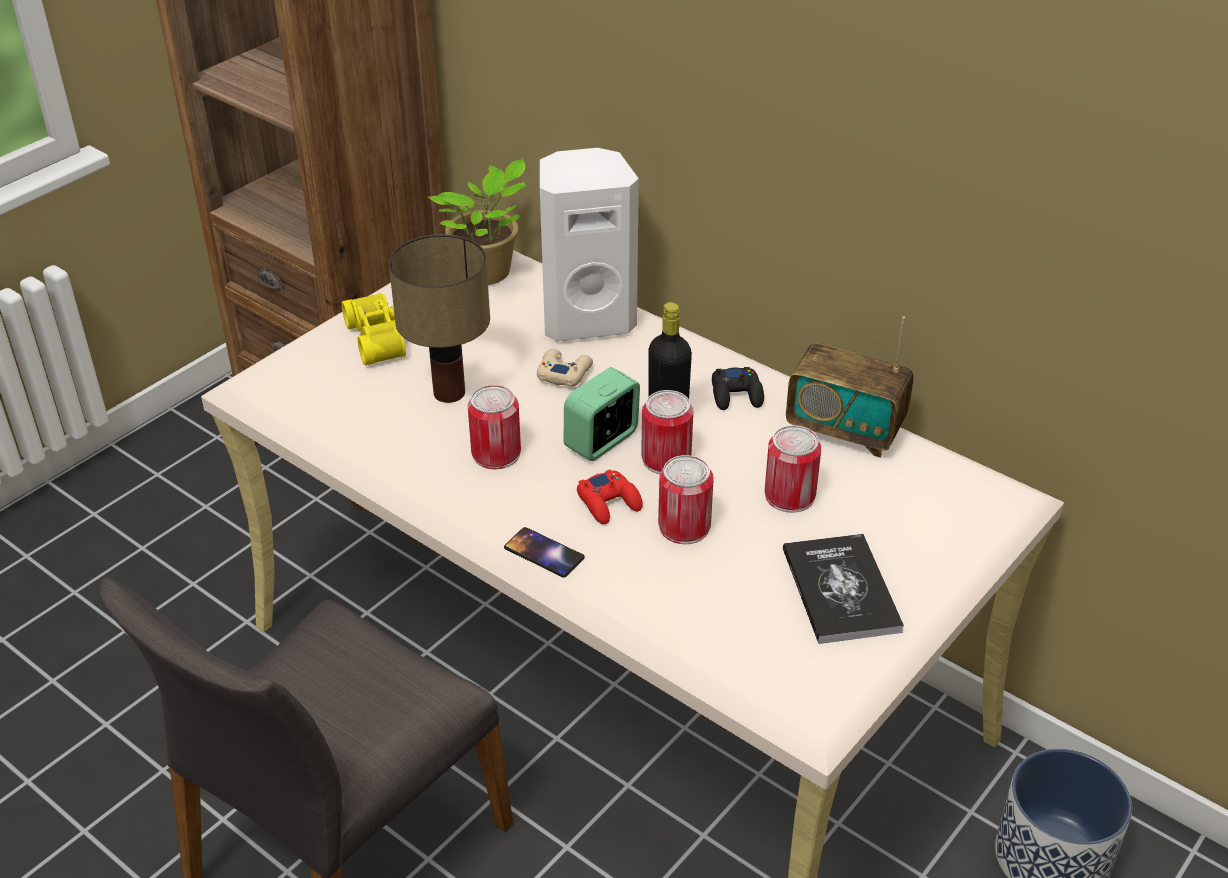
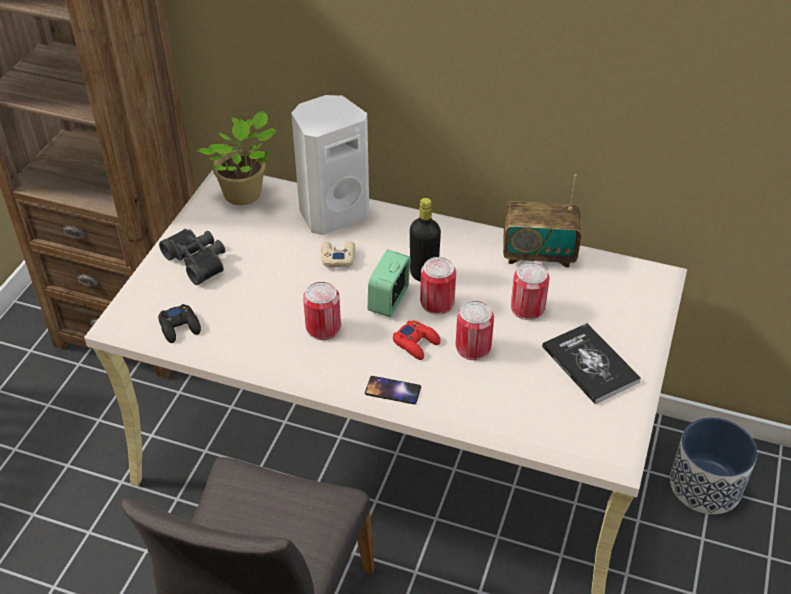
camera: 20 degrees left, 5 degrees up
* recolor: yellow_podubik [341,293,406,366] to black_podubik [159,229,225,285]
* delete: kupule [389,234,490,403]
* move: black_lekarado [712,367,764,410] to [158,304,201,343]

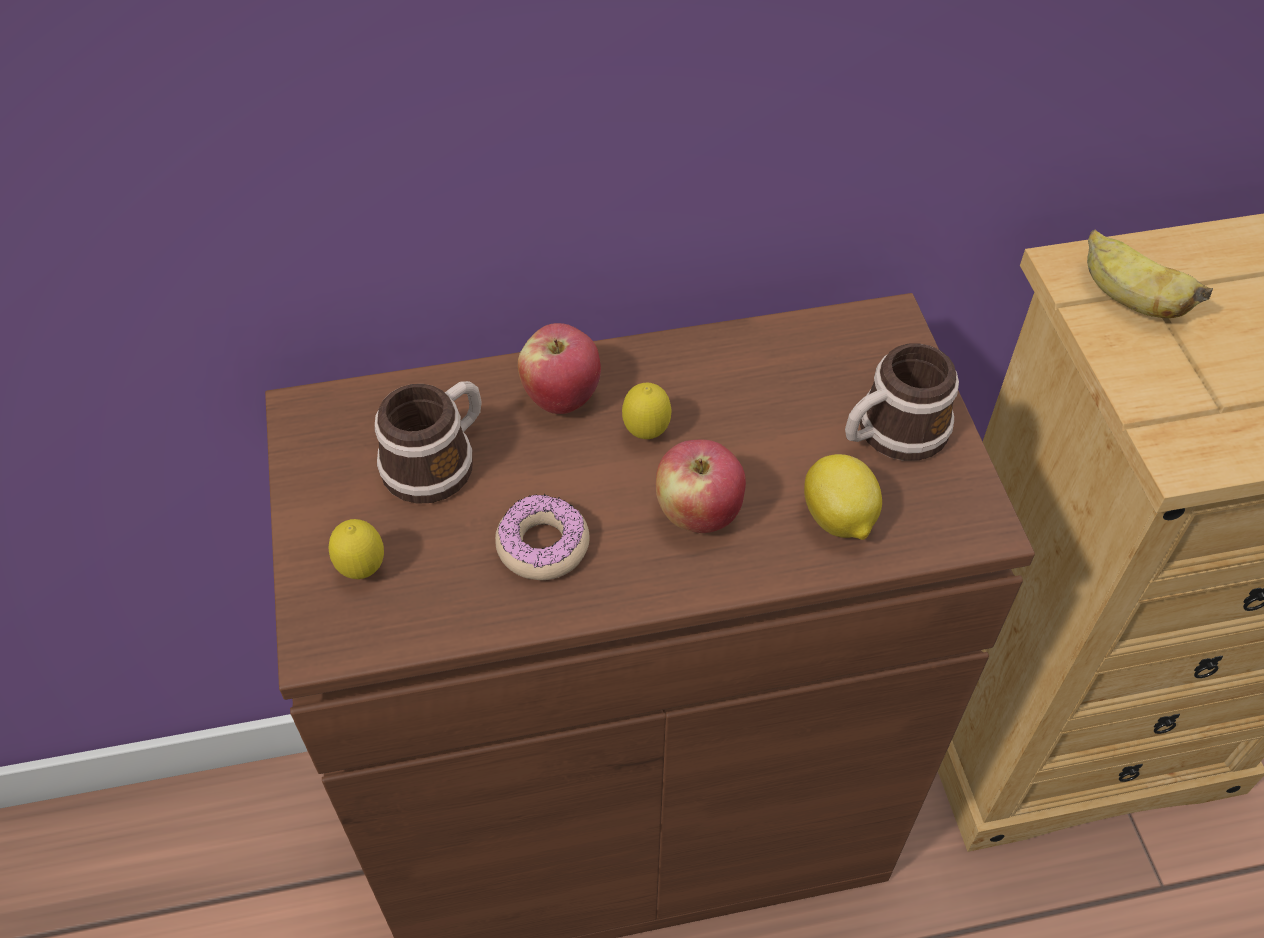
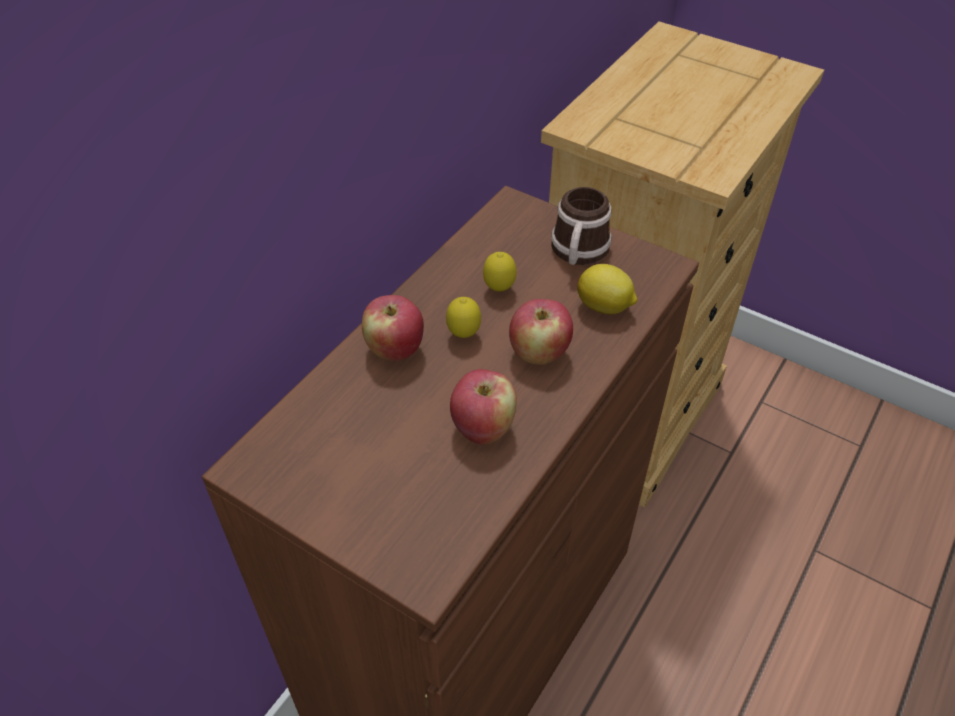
camera: 45 degrees left, 5 degrees down
* move: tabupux [329,519,384,579] to [483,252,517,291]
* delete: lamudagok [374,381,482,504]
* replace: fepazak [495,494,590,580] to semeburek [450,369,517,445]
* delete: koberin [1087,230,1213,318]

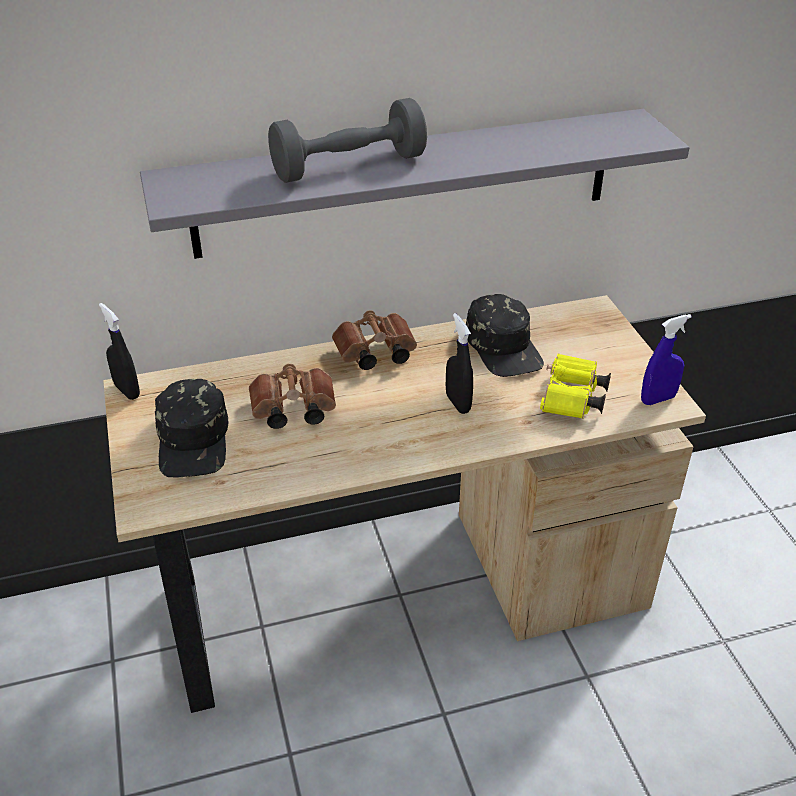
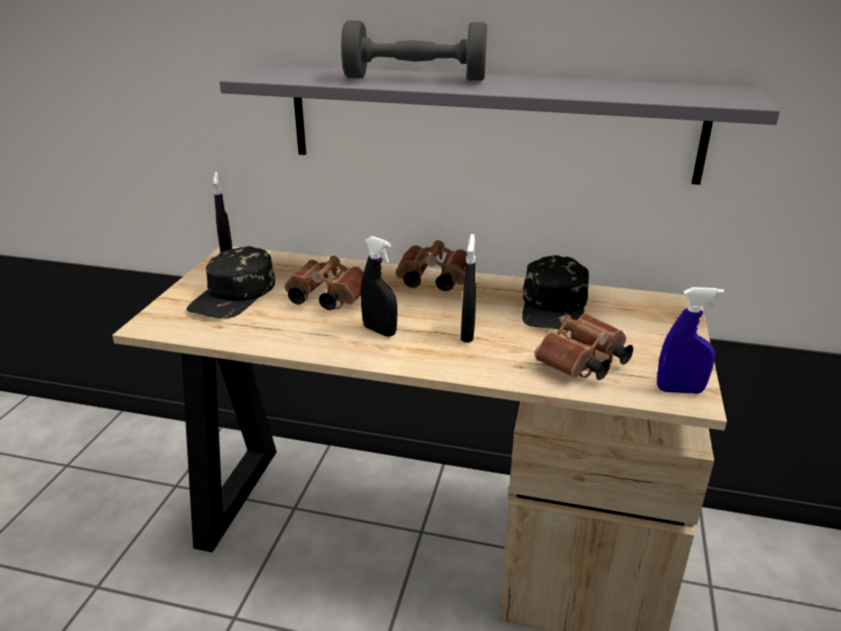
camera: 30 degrees right, 10 degrees down
* recolor: yellow_podubik [540,353,611,419] to brown_podubik [535,313,633,380]
* insert: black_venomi [361,236,397,337]

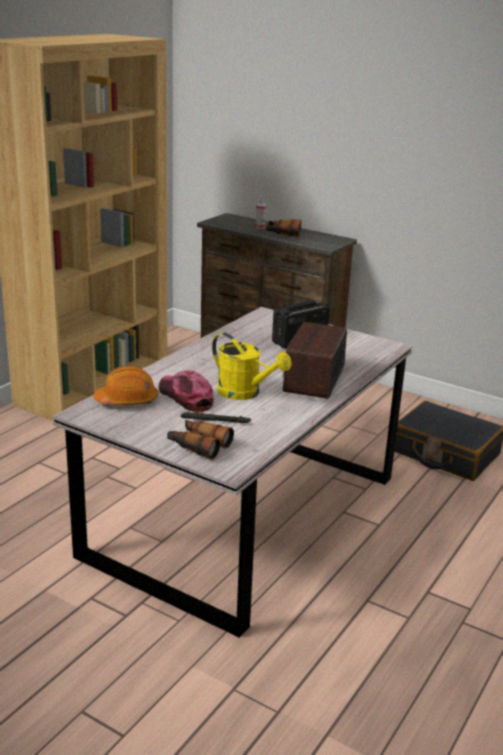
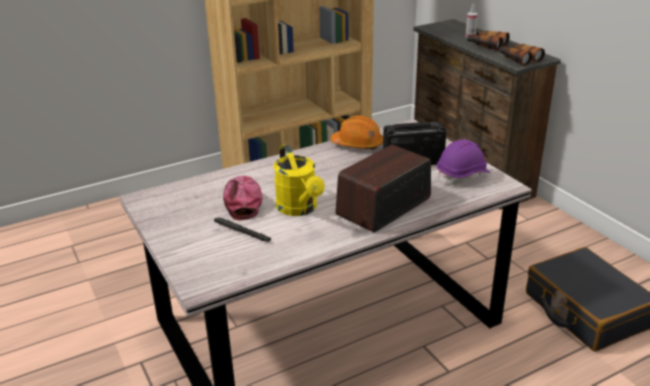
camera: 30 degrees right, 5 degrees up
* move: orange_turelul [93,366,158,405] to [331,115,383,150]
* move: podubik [167,420,234,460] to [499,44,545,66]
* insert: purple_turelul [437,140,491,186]

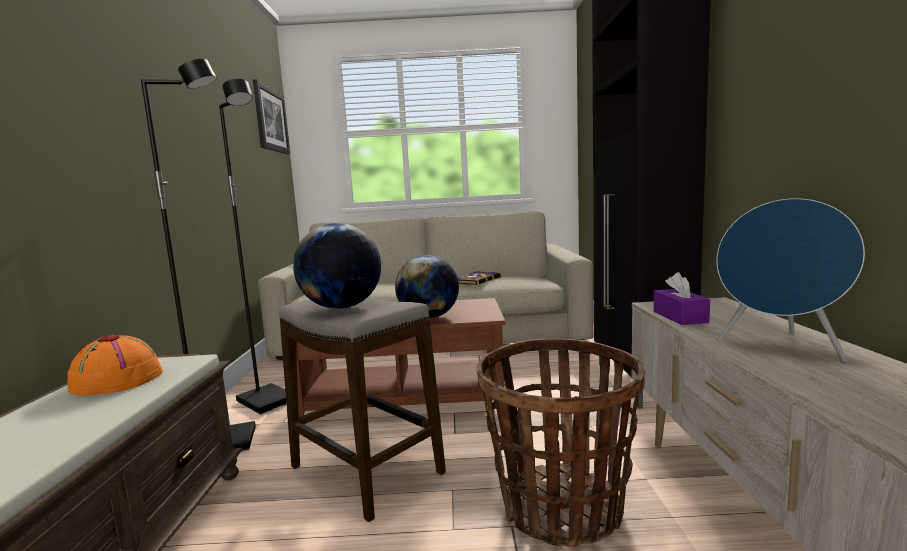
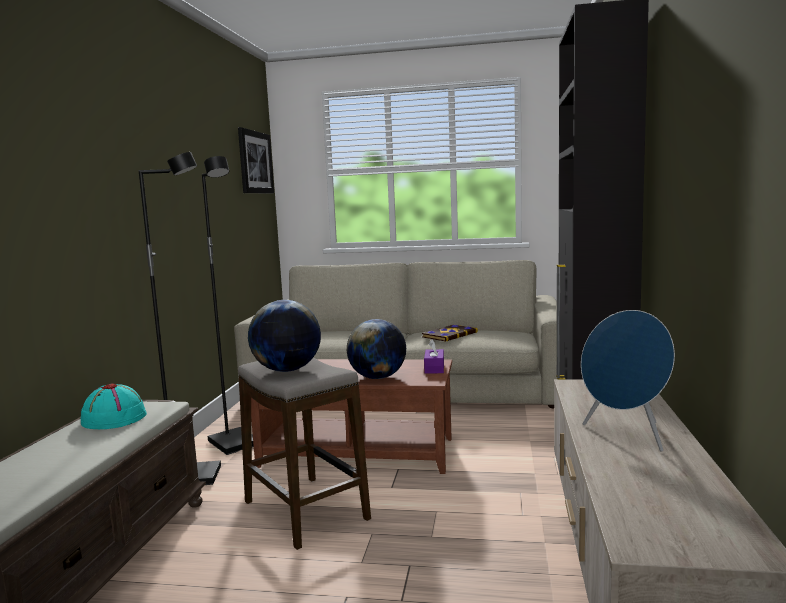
camera: 10 degrees right, 0 degrees up
* recolor: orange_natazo [67,335,163,396] to turquoise_natazo [81,384,147,429]
* delete: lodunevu [477,338,646,547]
* move: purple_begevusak [654,272,710,325] to [424,340,444,374]

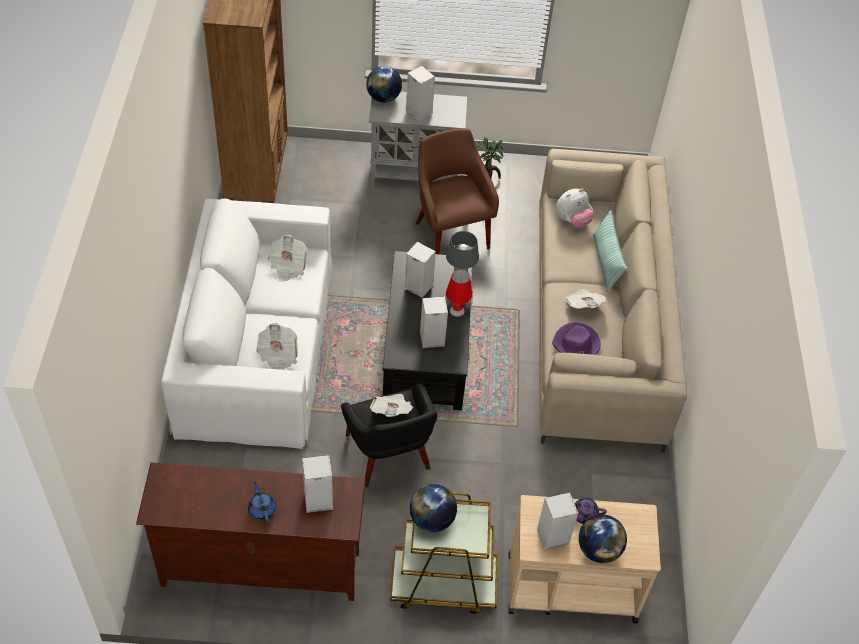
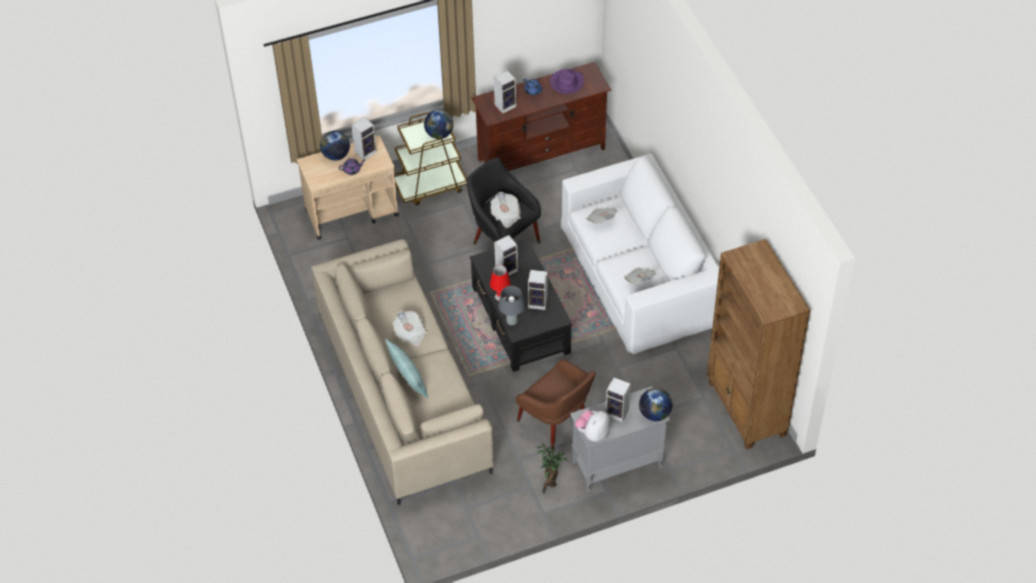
camera: 160 degrees right, 0 degrees up
* move: purple_natazo [552,322,601,355] to [550,69,584,94]
* move: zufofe [556,189,594,228] to [575,410,611,442]

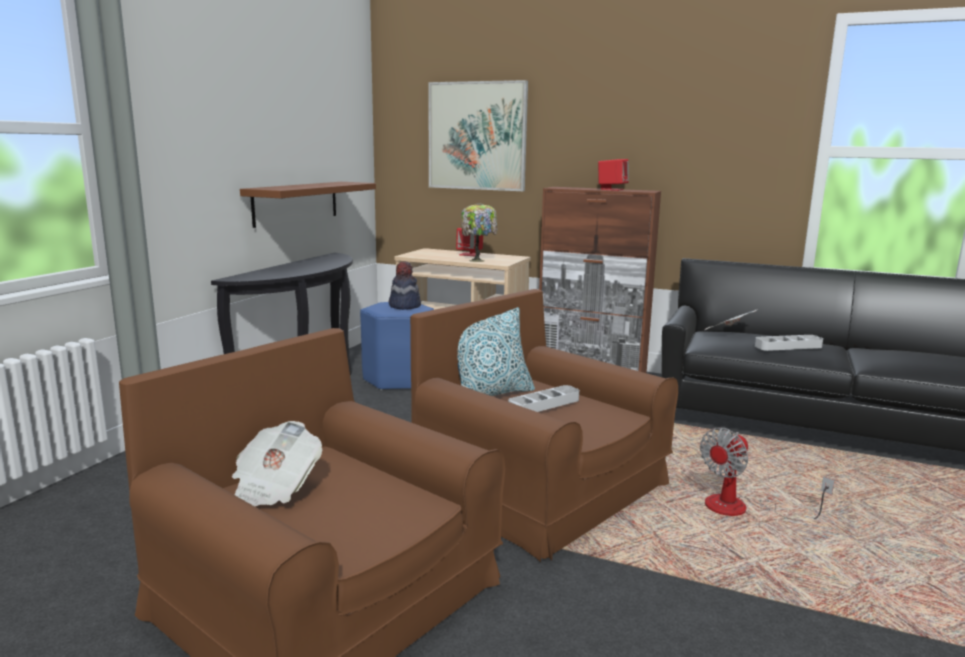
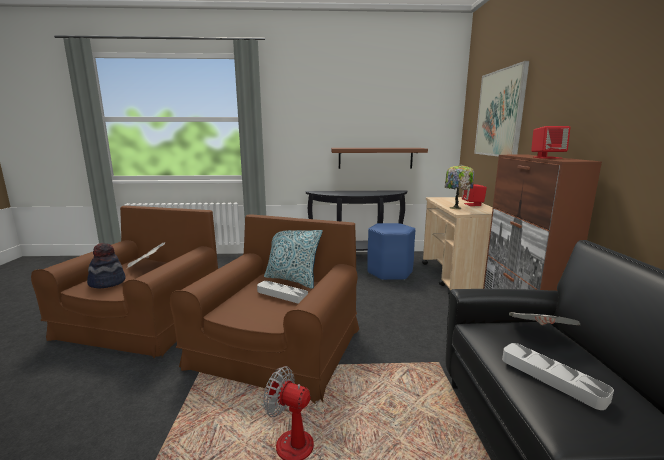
camera: 65 degrees right, 0 degrees up
* move: natazo [389,261,421,310] to [87,243,125,289]

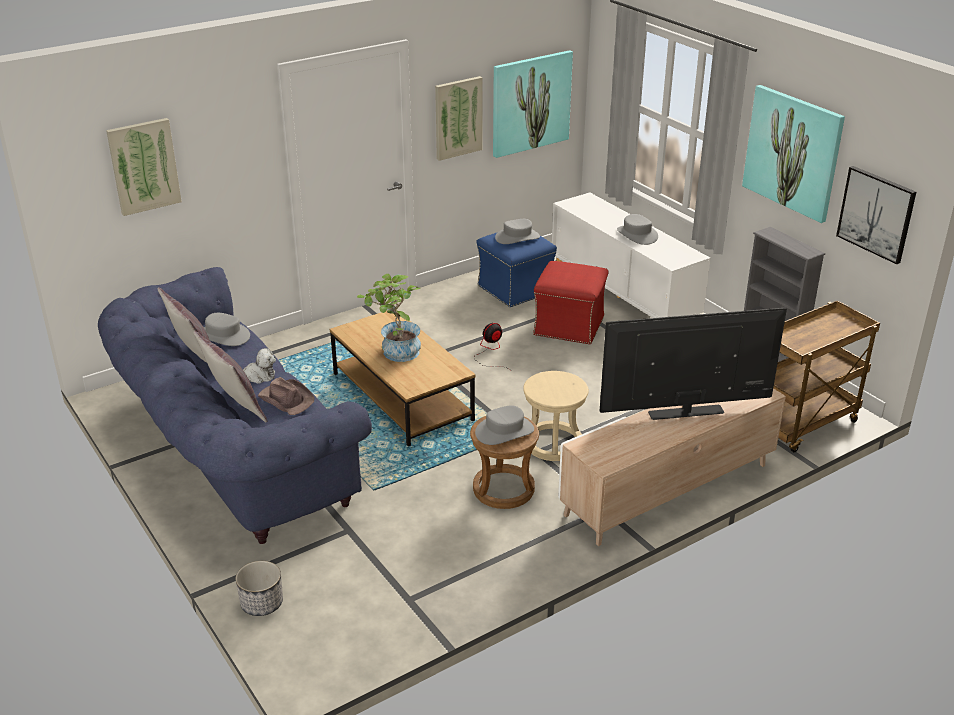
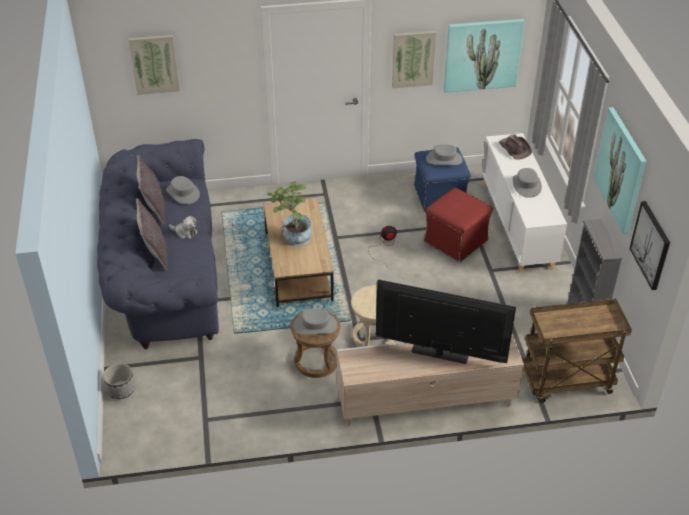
camera: 25 degrees right, 10 degrees up
* move: brown_natazo [258,377,314,415] to [499,134,532,160]

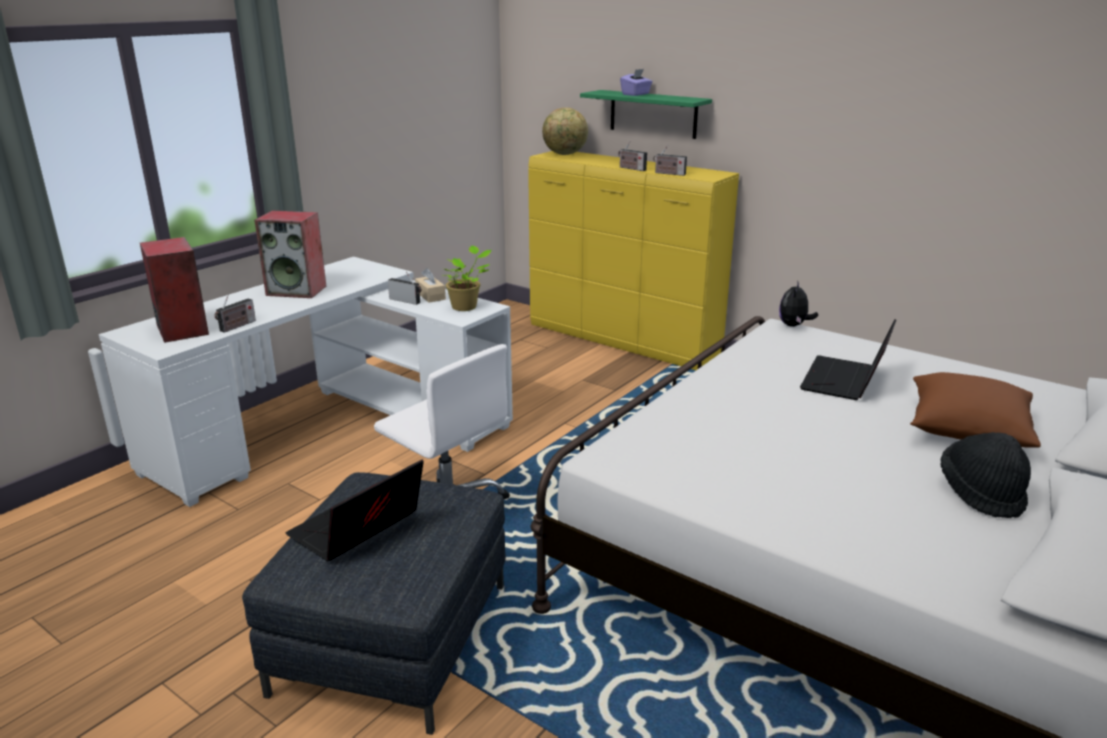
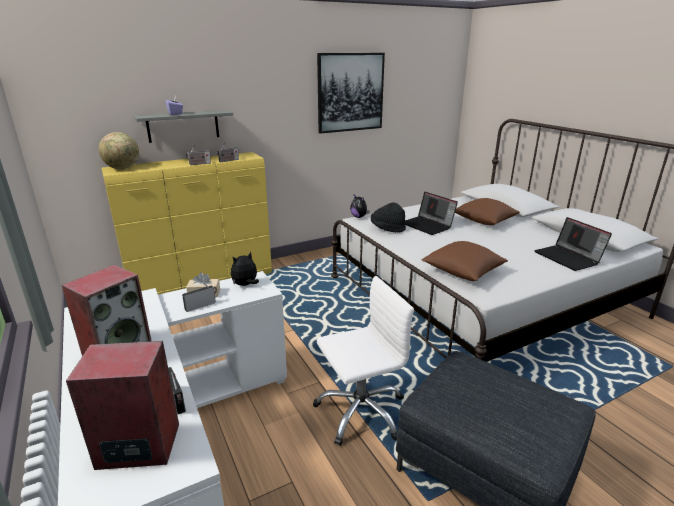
camera: 65 degrees left, 0 degrees up
* move: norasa [286,459,424,561] to [534,217,612,271]
* replace: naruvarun [441,245,491,311] to zufofe [231,252,259,286]
* recolor: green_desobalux [580,90,712,139] to grey_desobalux [133,110,233,143]
* move: black_natazo [940,432,1031,518] to [371,202,406,233]
* insert: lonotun [317,53,385,134]
* insert: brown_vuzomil [421,241,508,281]

